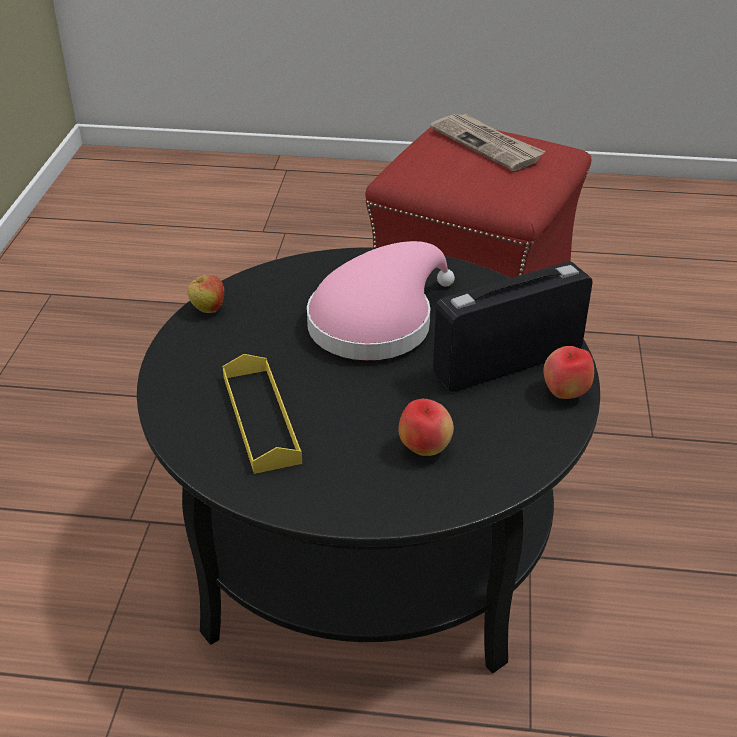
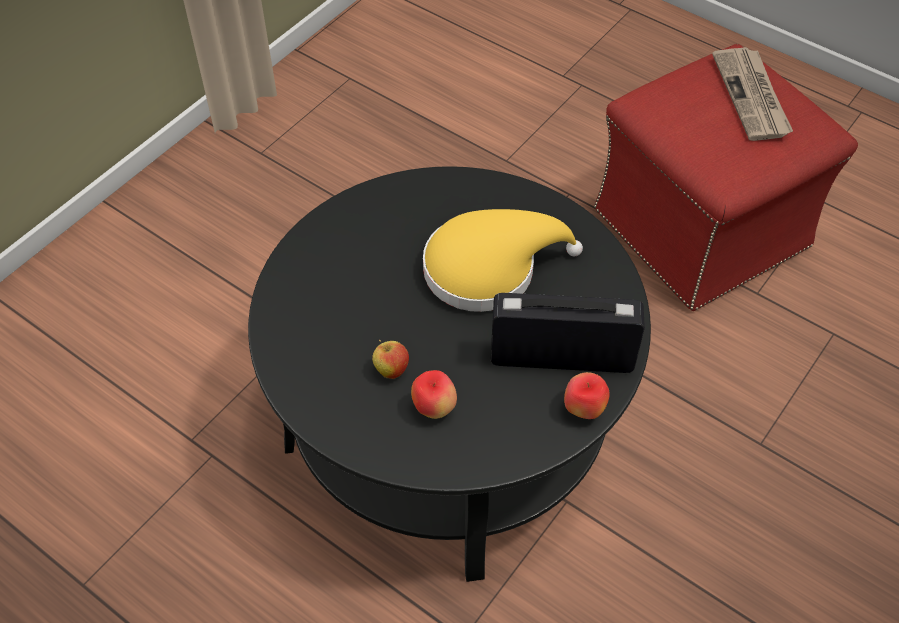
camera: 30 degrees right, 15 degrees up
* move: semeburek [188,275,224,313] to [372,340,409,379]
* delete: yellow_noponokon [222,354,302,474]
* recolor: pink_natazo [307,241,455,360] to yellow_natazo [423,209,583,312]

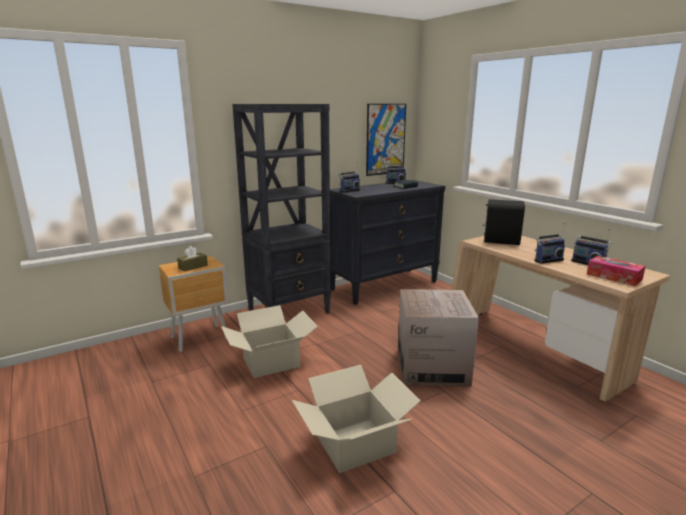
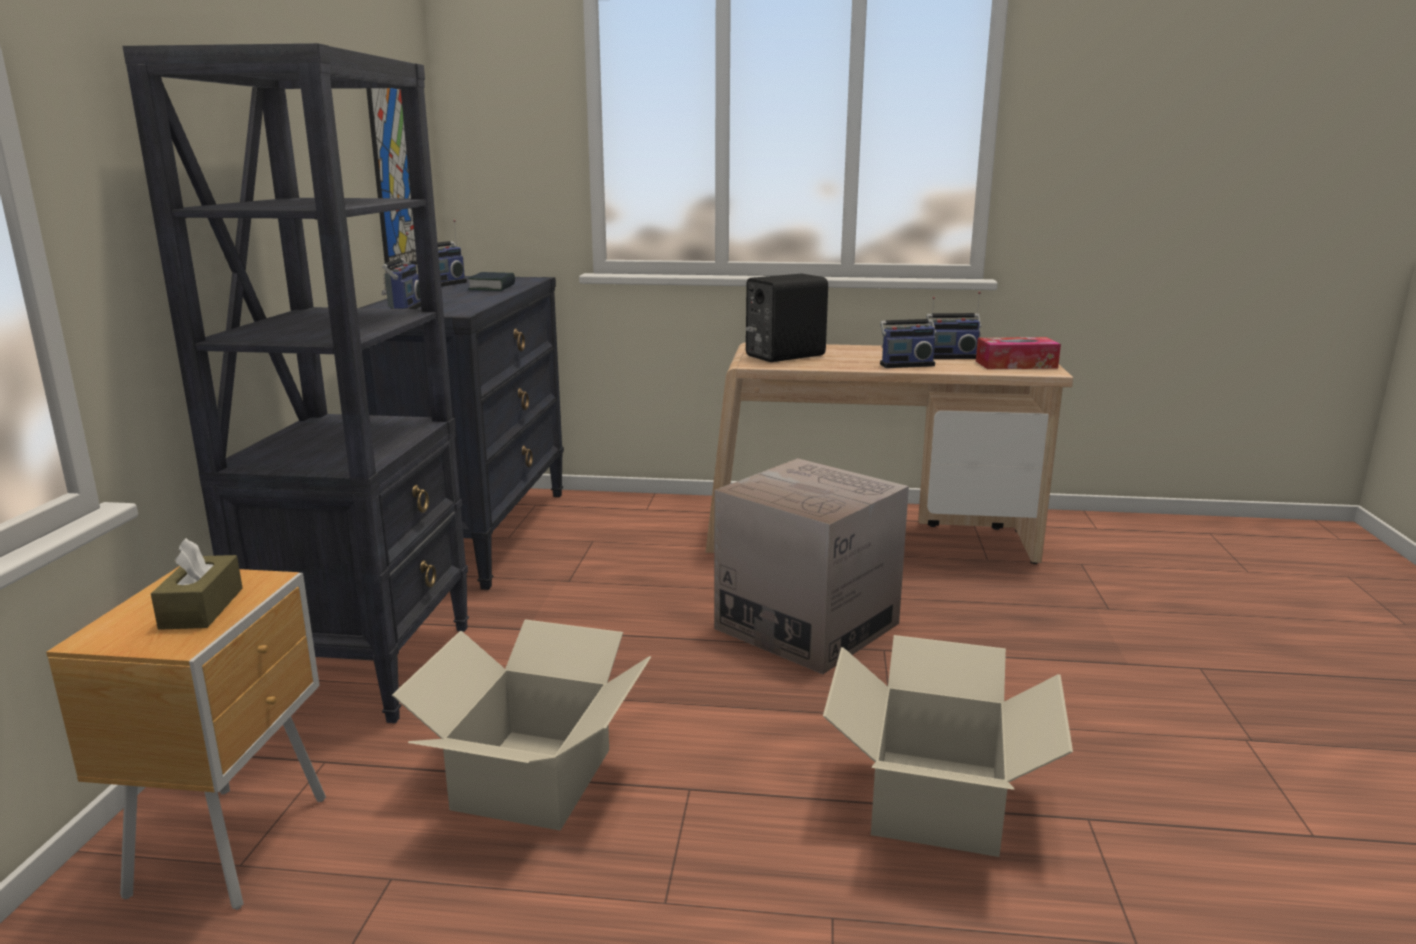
camera: 50 degrees left, 0 degrees up
* rotate: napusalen [534,223,565,264] = [880,297,936,368] 60 degrees clockwise

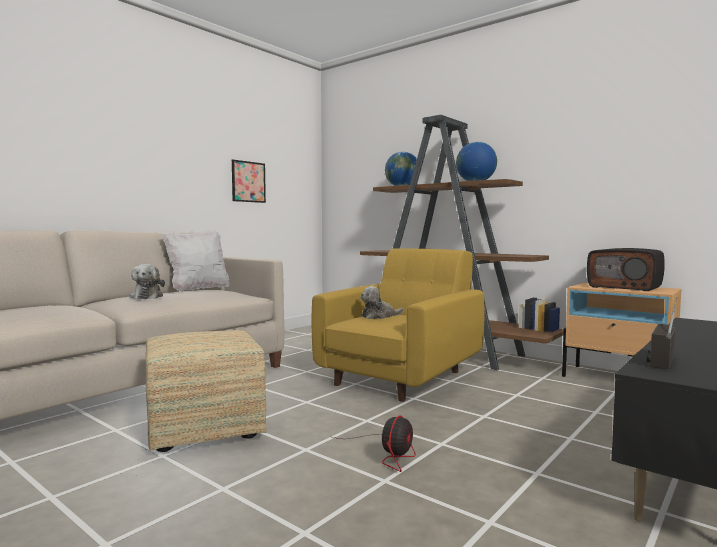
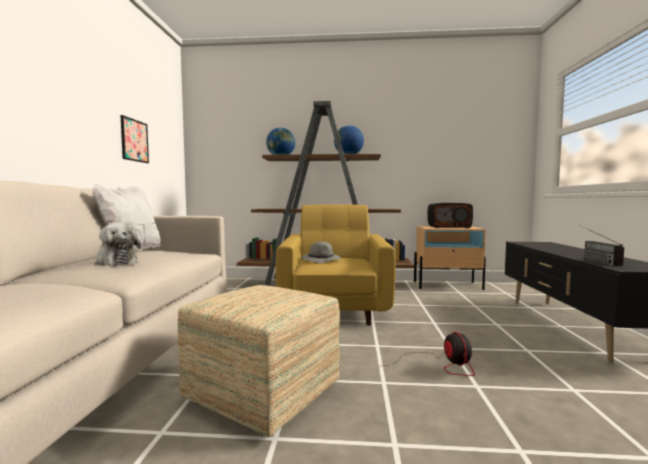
camera: 35 degrees left, 0 degrees up
* replace: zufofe [360,286,404,319] to grey_natazo [302,241,341,264]

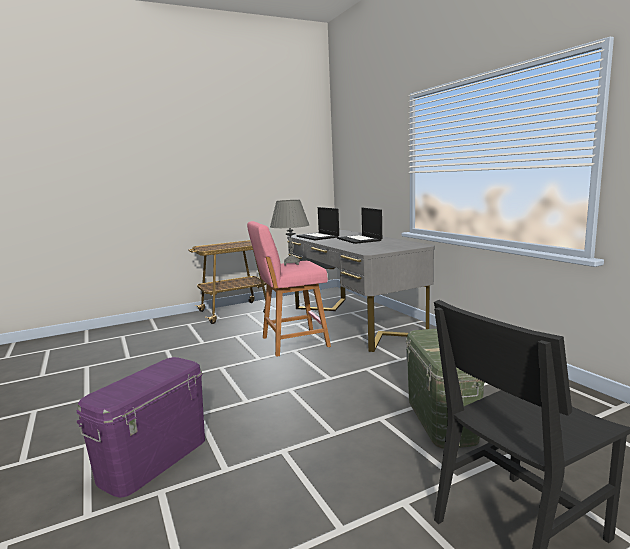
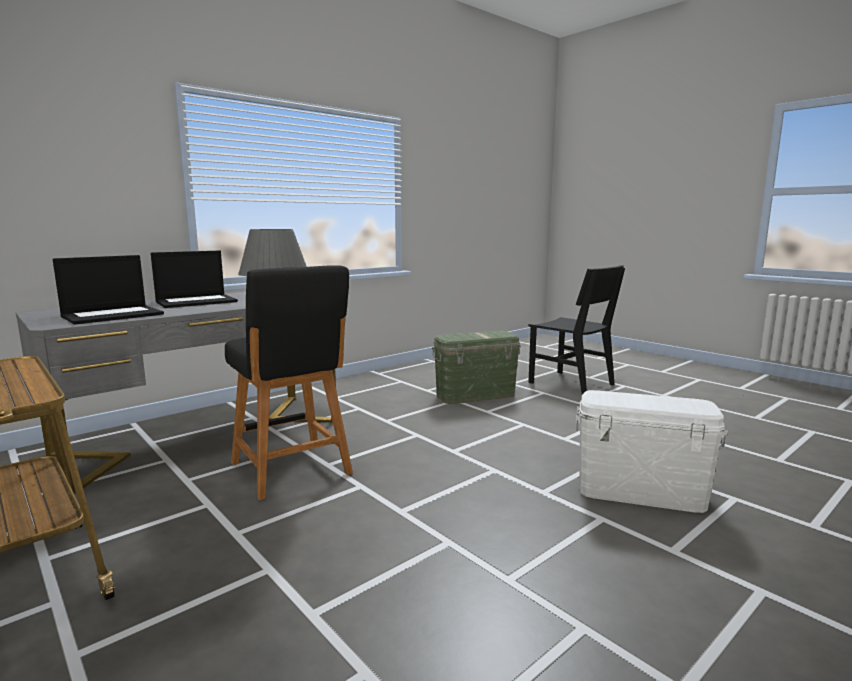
camera: 105 degrees left, 0 degrees up
* recolor: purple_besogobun [76,357,205,498] to white_besogobun [576,390,728,513]
* recolor: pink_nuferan [247,221,331,357] to black_nuferan [225,265,353,500]

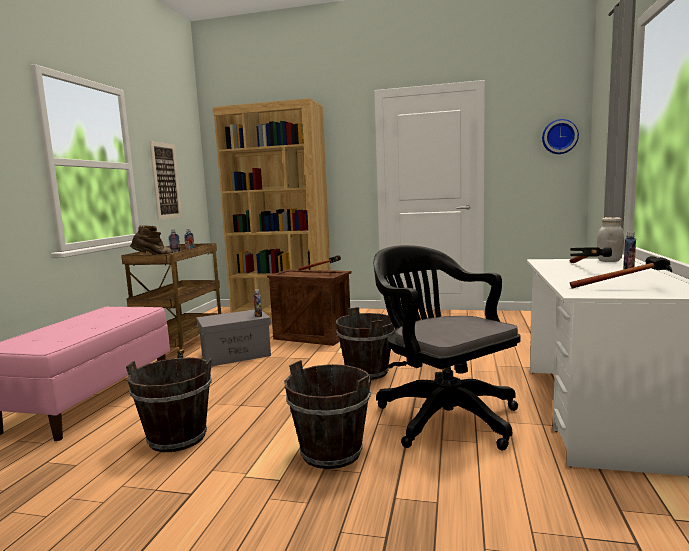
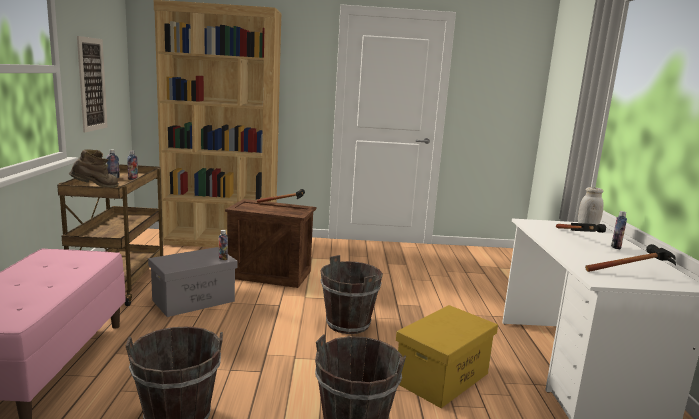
camera: 15 degrees left, 5 degrees up
* replace: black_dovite [374,245,520,451] to yellow_besogobun [396,305,498,408]
* delete: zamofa [542,119,579,154]

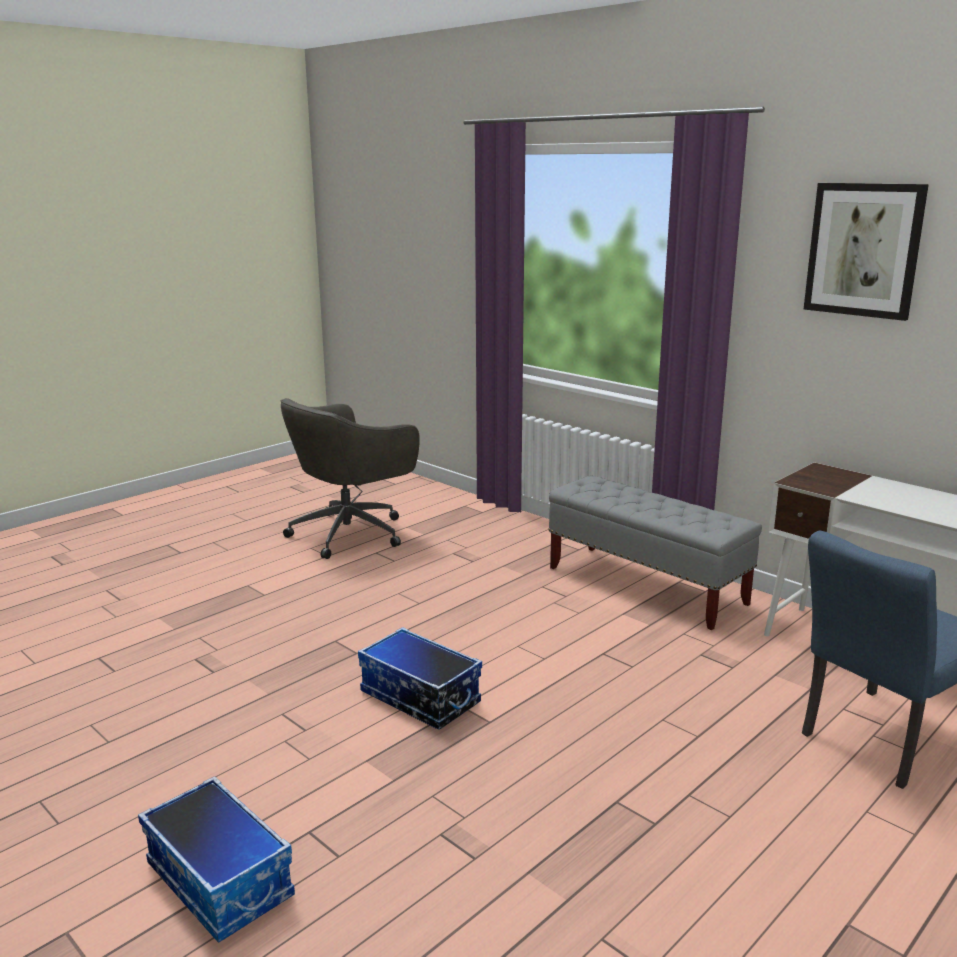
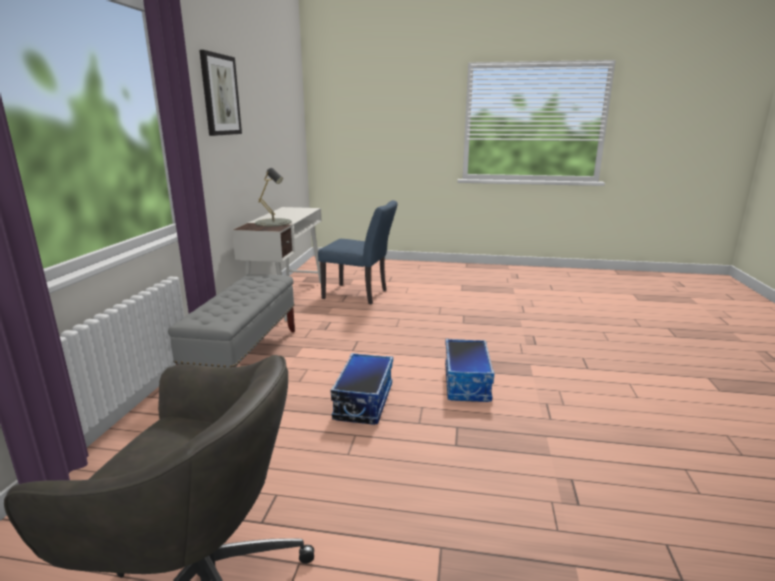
camera: 125 degrees left, 0 degrees up
* move: besogobun [138,776,295,943] to [330,353,393,425]
* insert: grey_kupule [255,168,292,227]

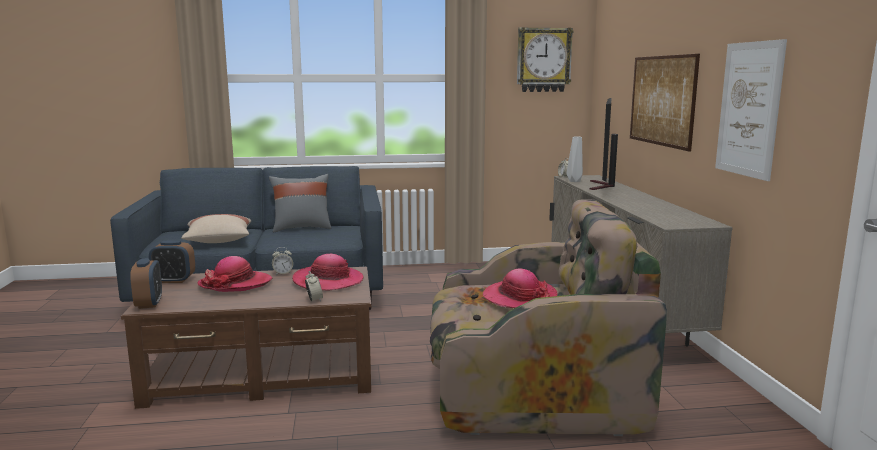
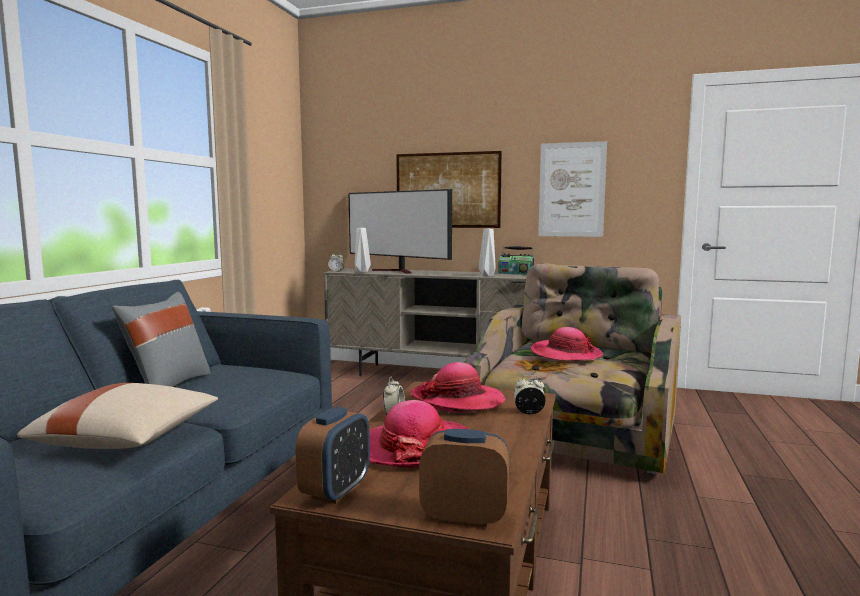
camera: 65 degrees left, 5 degrees down
* delete: zamofa [517,27,574,92]
* insert: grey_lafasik [479,229,496,277]
* insert: napusalen [498,246,534,275]

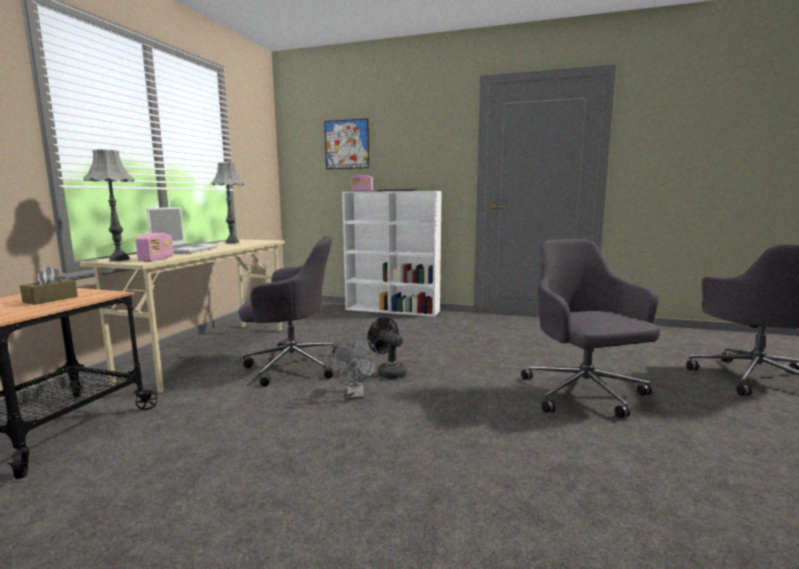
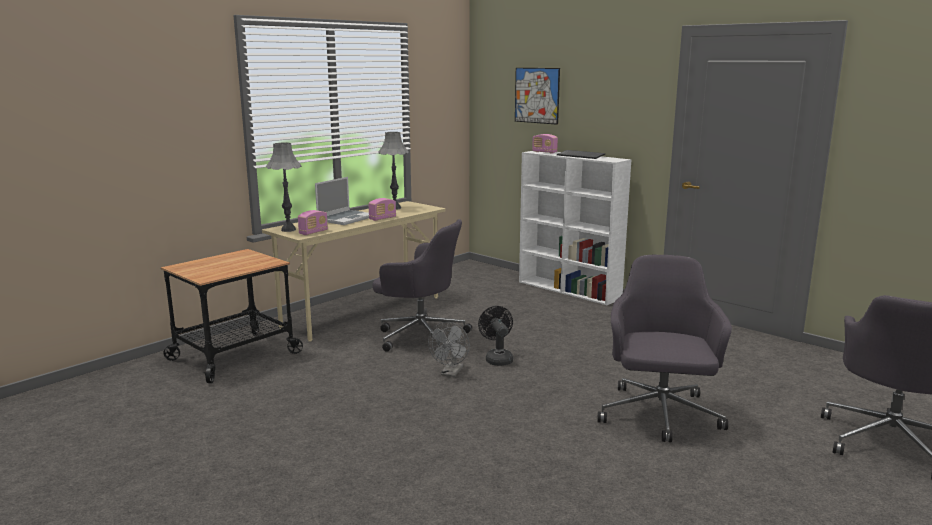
camera: 25 degrees right, 5 degrees up
* delete: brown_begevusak [20,266,78,305]
* insert: napusalen [369,198,396,221]

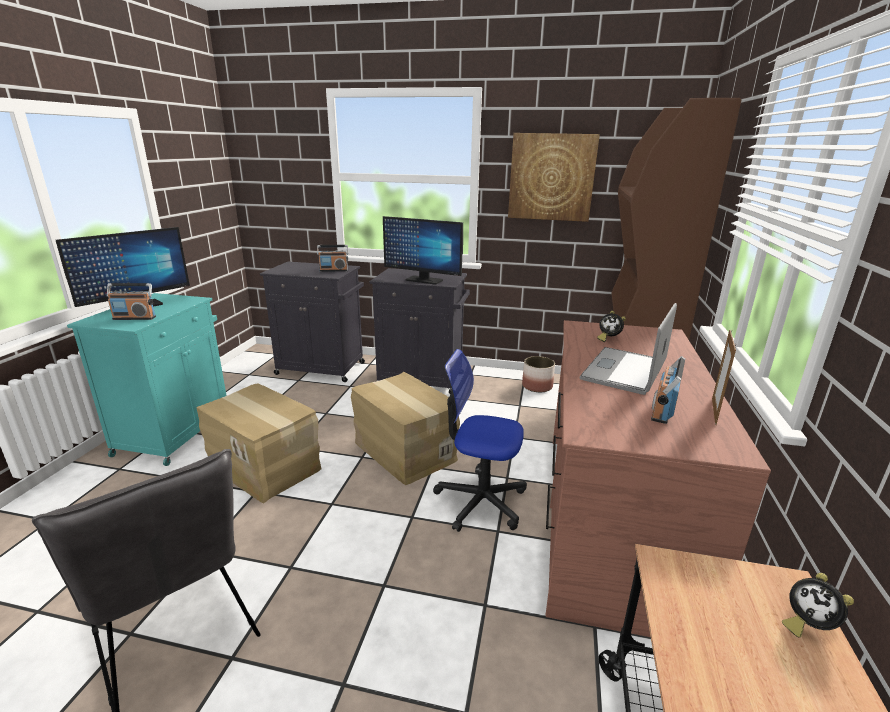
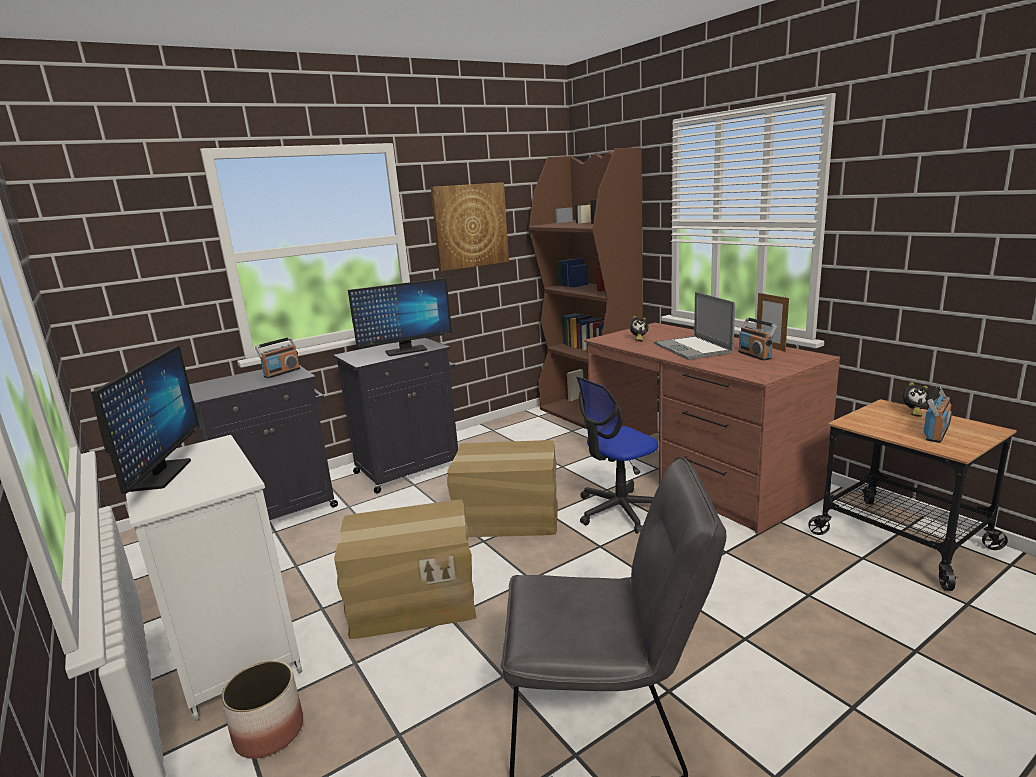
camera: 45 degrees left, 5 degrees down
* recolor: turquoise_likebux [67,293,227,466] to white_likebux [126,435,302,721]
* move: napusalen [107,283,156,320] to [923,386,952,443]
* move: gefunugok [522,356,555,392] to [221,661,303,759]

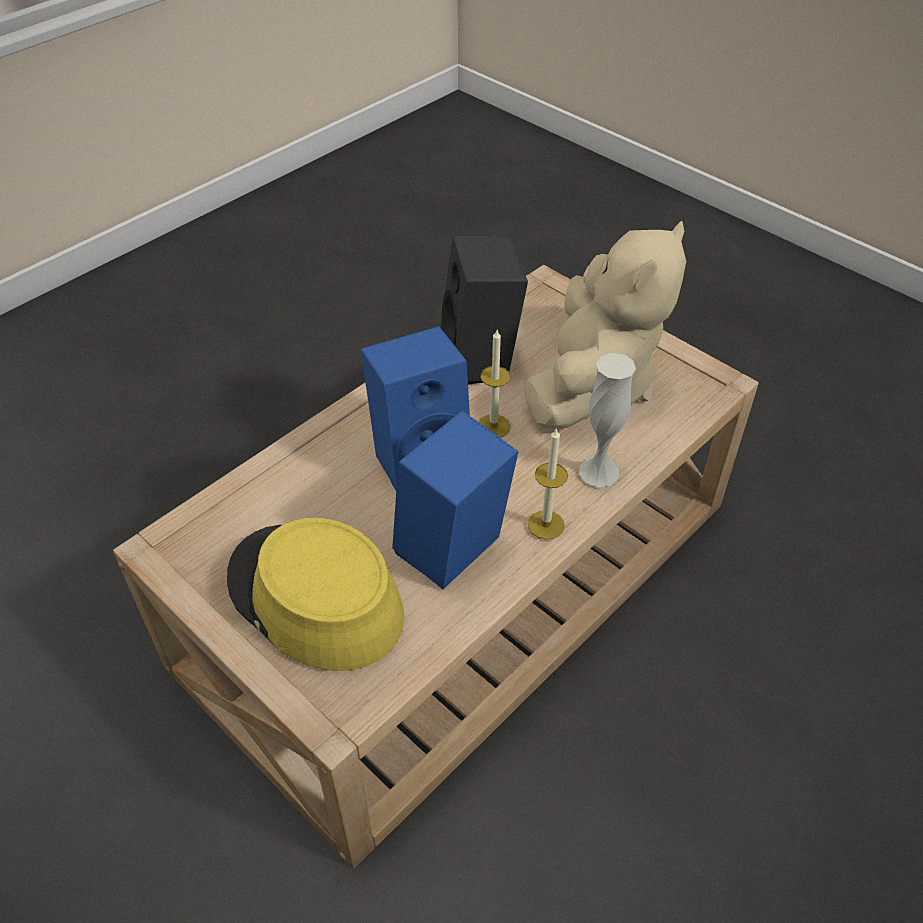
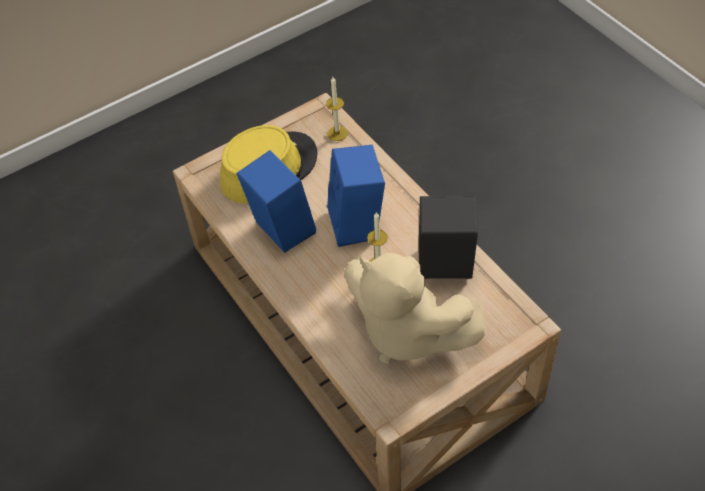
camera: 105 degrees right, 5 degrees up
* move: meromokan [528,429,568,540] to [326,77,348,141]
* delete: white_lafasik [579,353,636,487]

